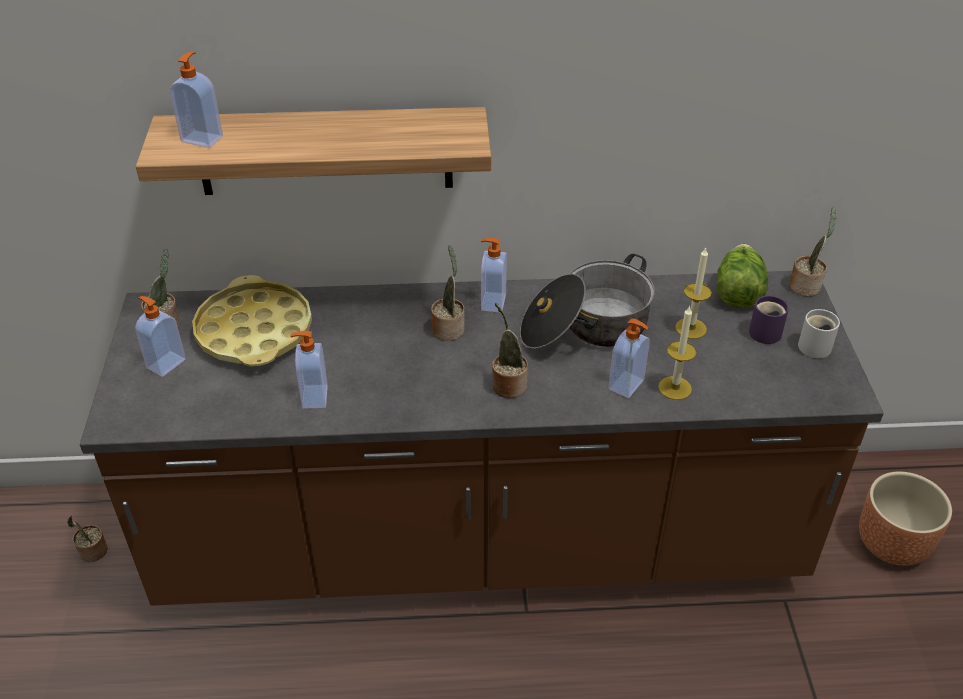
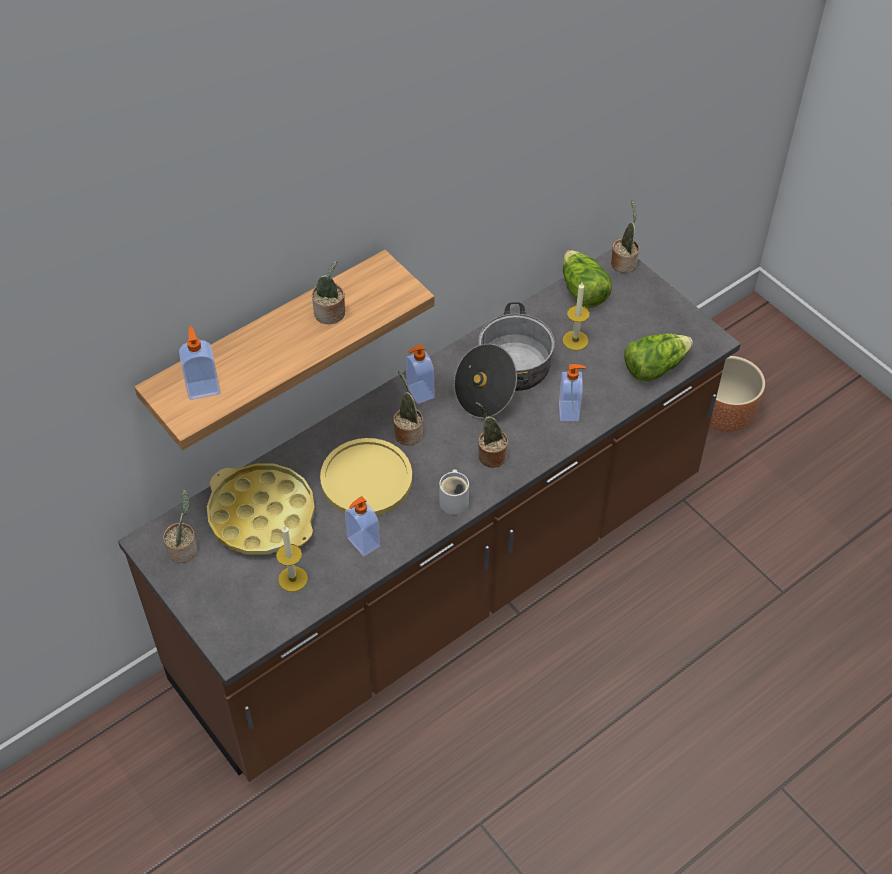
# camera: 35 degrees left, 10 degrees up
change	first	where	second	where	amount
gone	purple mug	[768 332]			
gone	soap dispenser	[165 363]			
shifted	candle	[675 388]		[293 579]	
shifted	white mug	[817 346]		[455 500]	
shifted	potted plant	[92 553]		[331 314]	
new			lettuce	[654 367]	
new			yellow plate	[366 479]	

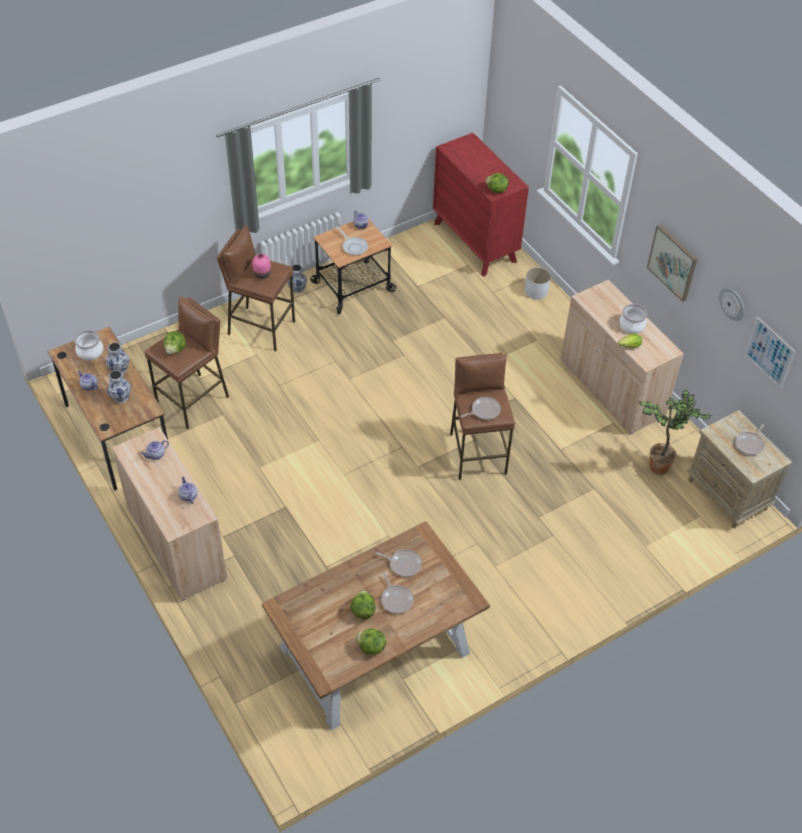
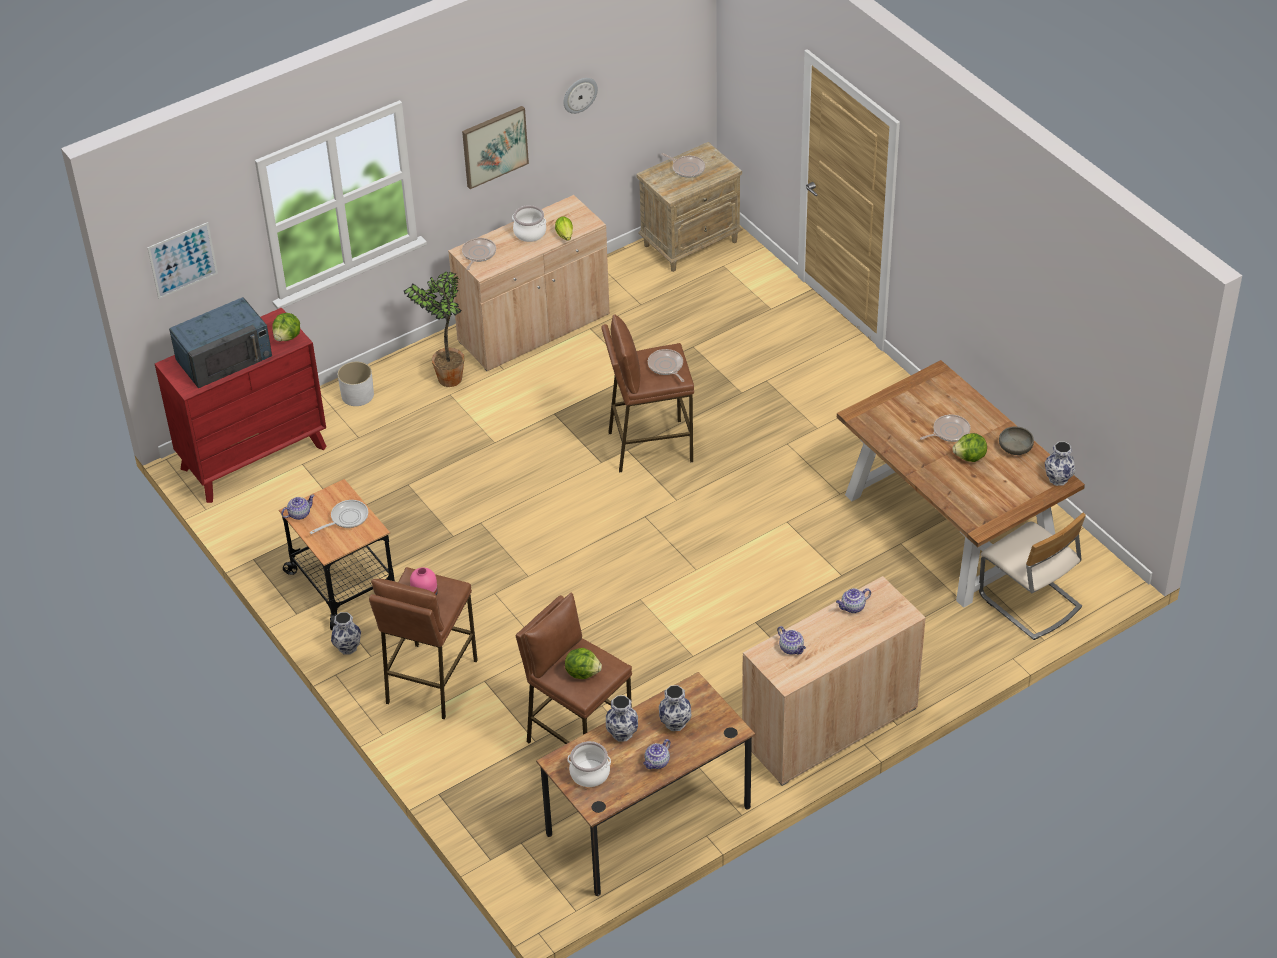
# camera: 90 degrees left, 5 degrees down
change	first	where	second	where	amount
shifted	picture	[769 352]		[182 260]	
shifted	potted plant	[661 466]		[448 377]	
shifted	frying pan	[403 564]		[478 254]	
swapped	lettuce	[371 647]	grey bowl	[1015 448]	
new			blue microwave	[224 357]	
new			vase	[1058 479]	
new			beige chair	[1029 602]	

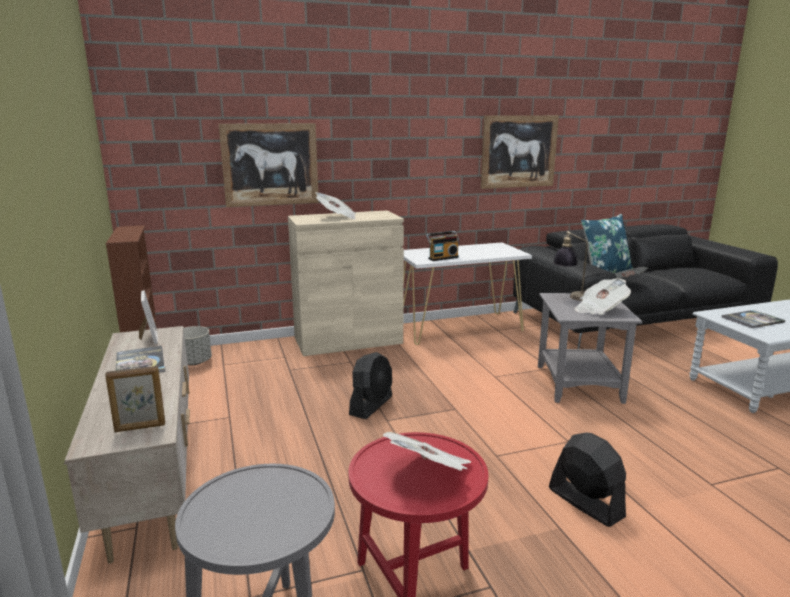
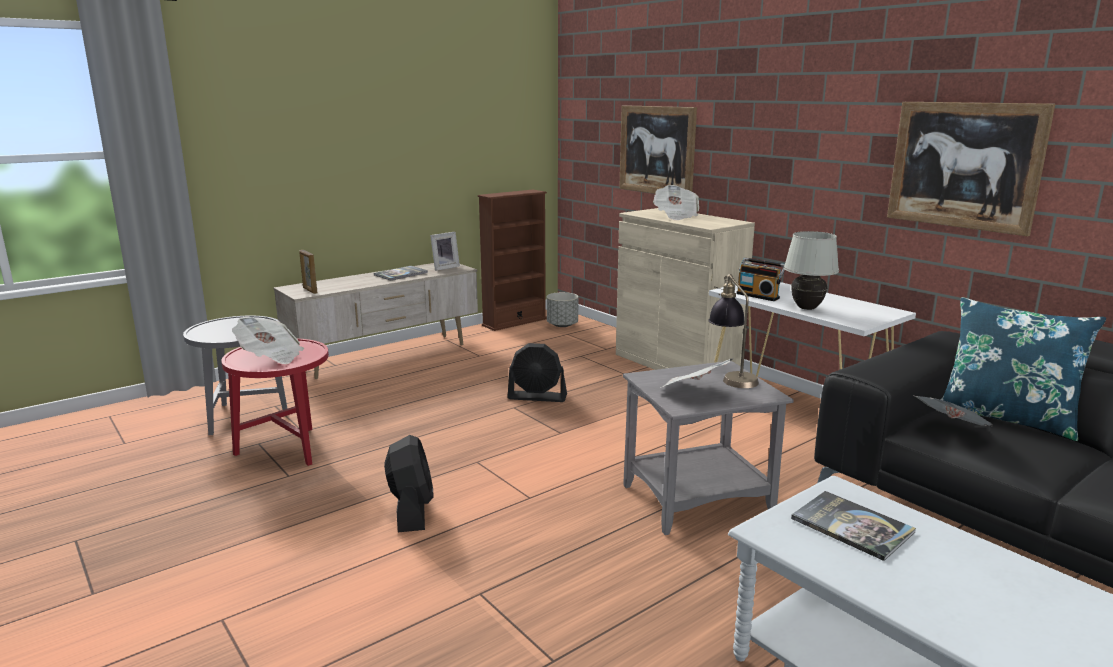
# camera: 70 degrees right, 0 degrees up
change	first	where	second	where	amount
rotated	black fan	[585 502]		[411 511]	45 degrees counterclockwise
new			white table lamp	[807 308]	

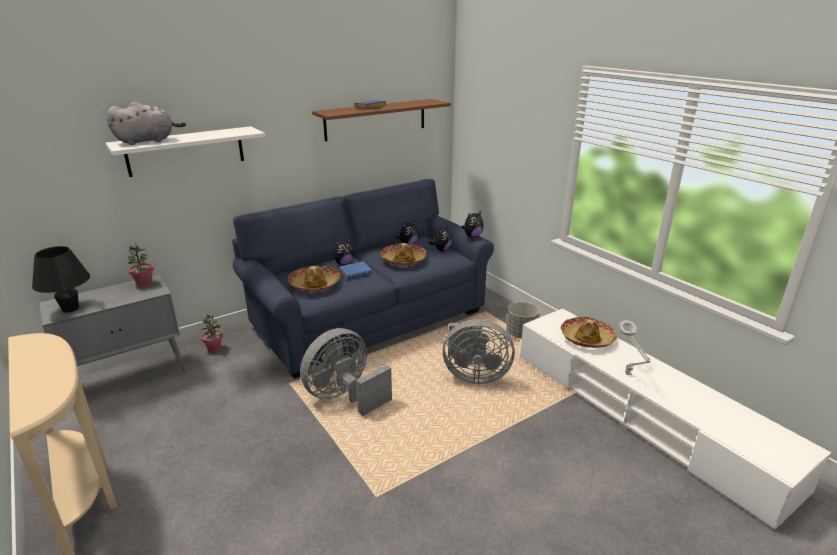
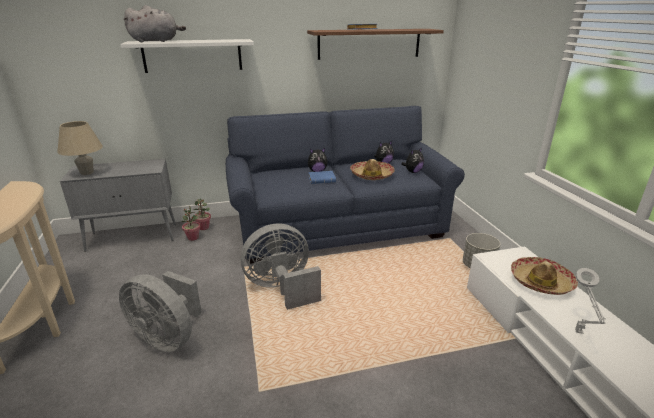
# camera: 20 degrees right, 0 degrees up
change	first	where	second	where	amount
gone	plush toy	[472 236]			
shifted	potted plant	[144 284]		[193 238]	
repainted	black table lamp	[70 308]	beige table lamp	[87 173]	
gone	hat	[314 284]			
shifted	grey fan	[474 375]		[168 337]	

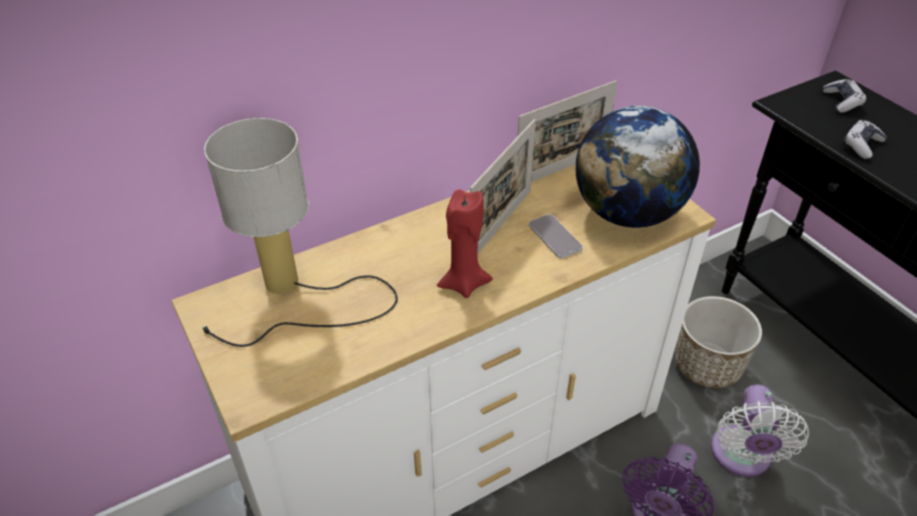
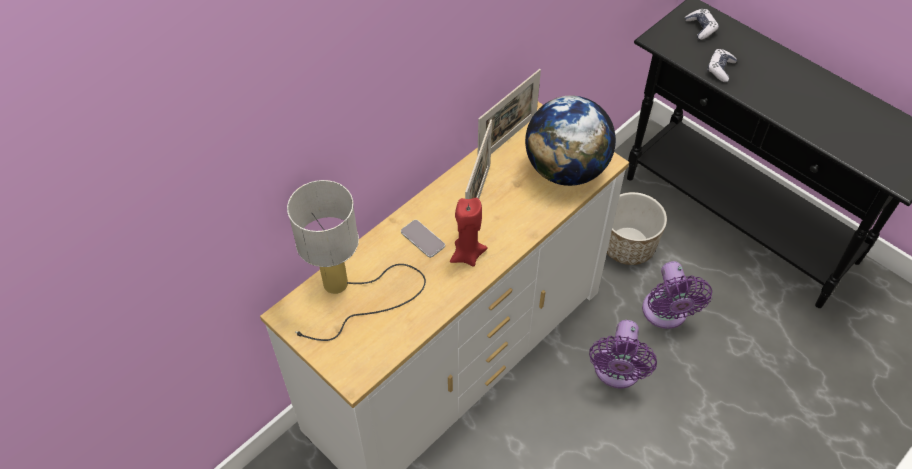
# camera: 15 degrees left, 10 degrees up
change	first	where	second	where	amount
shifted	phone	[555 237]		[422 239]	
repainted	white fan	[741 457]	purple fan	[665 314]	

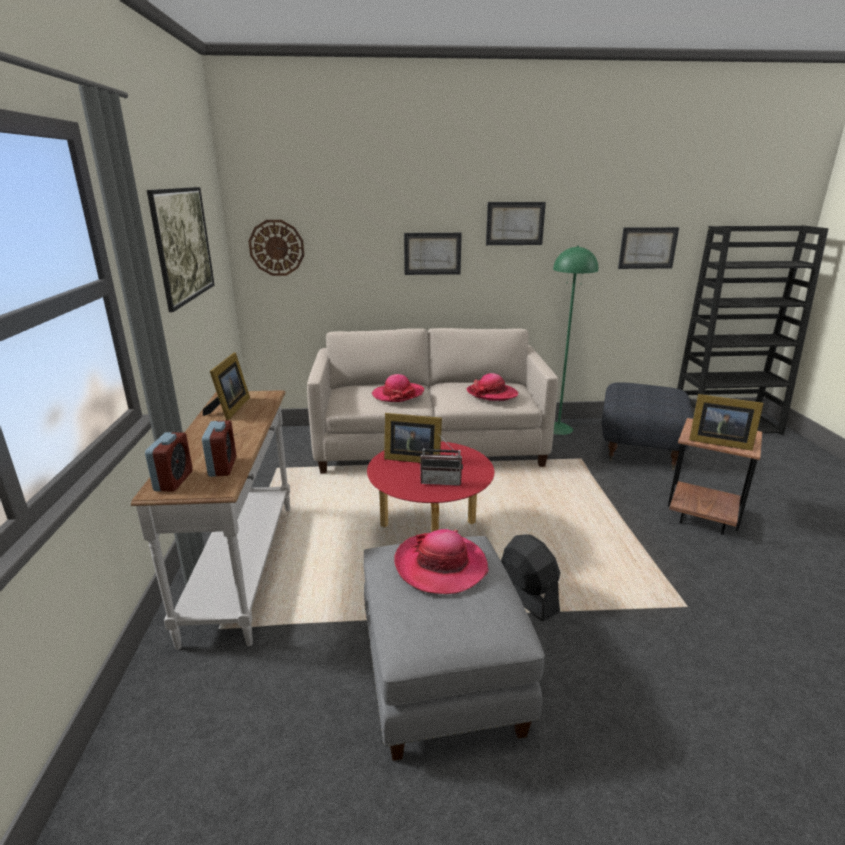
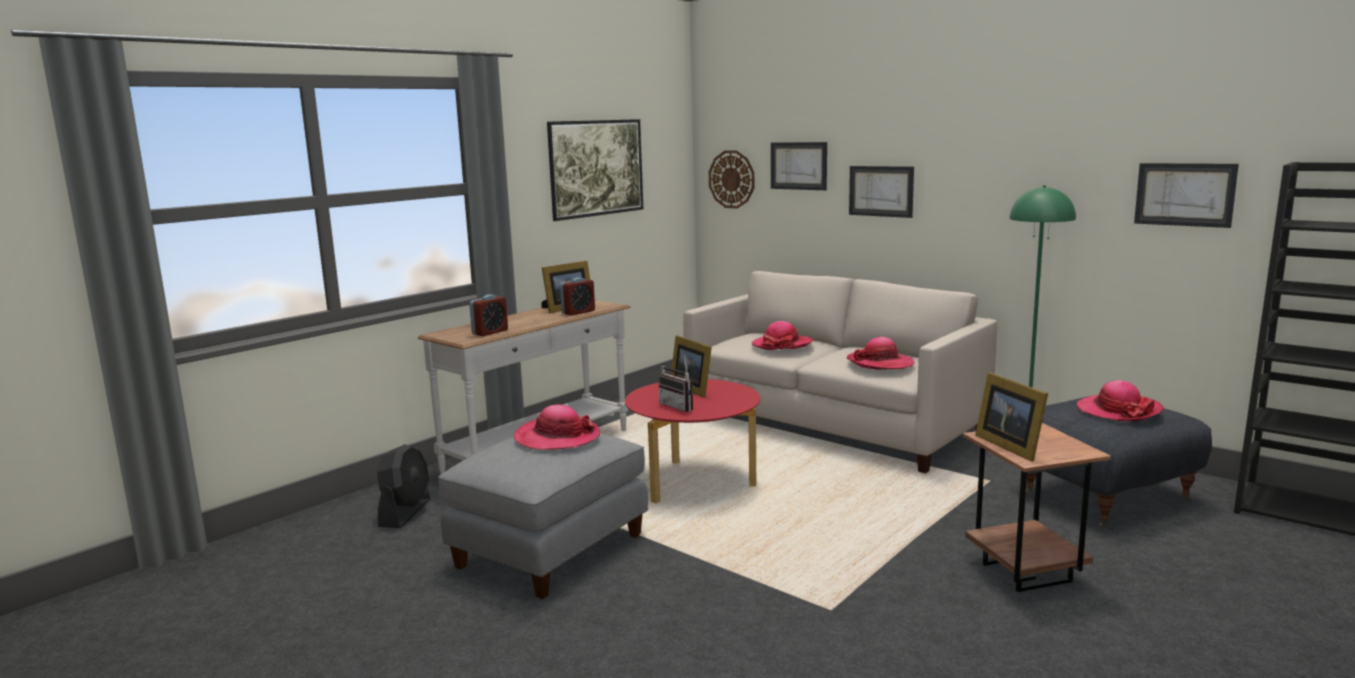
# camera: 45 degrees right, 10 degrees down
change	first	where	second	where	amount
shifted	picture	[515 223]		[798 166]	
shifted	alarm clock	[174 481]		[578 312]	
shifted	black fan	[525 597]		[405 513]	
new			hat	[1118 410]	

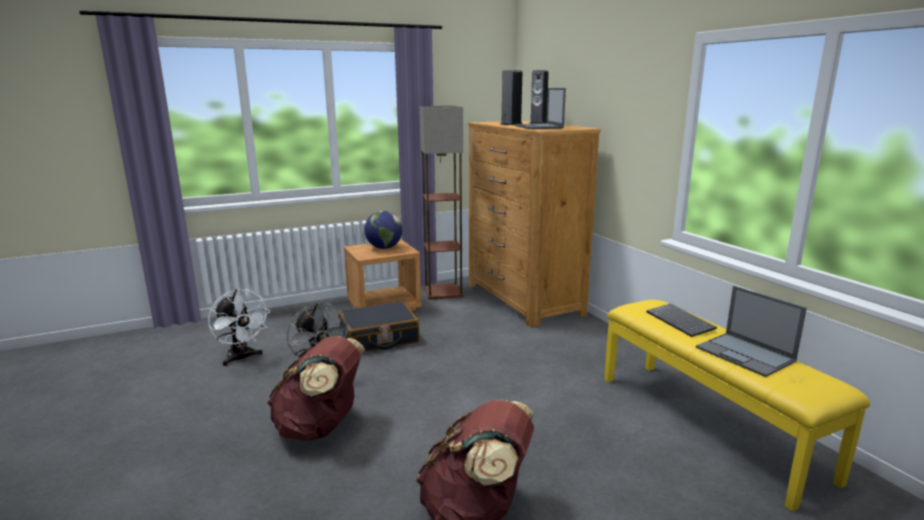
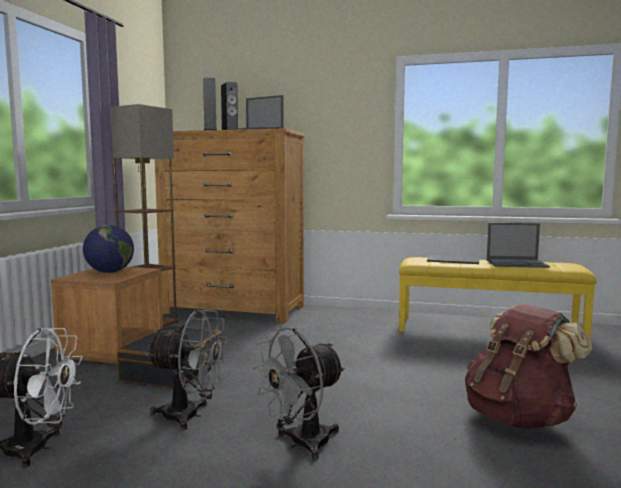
# camera: 50 degrees left, 10 degrees down
change	first	where	second	where	amount
swapped	brown backpack	[320 428]	grey fan	[301 444]	

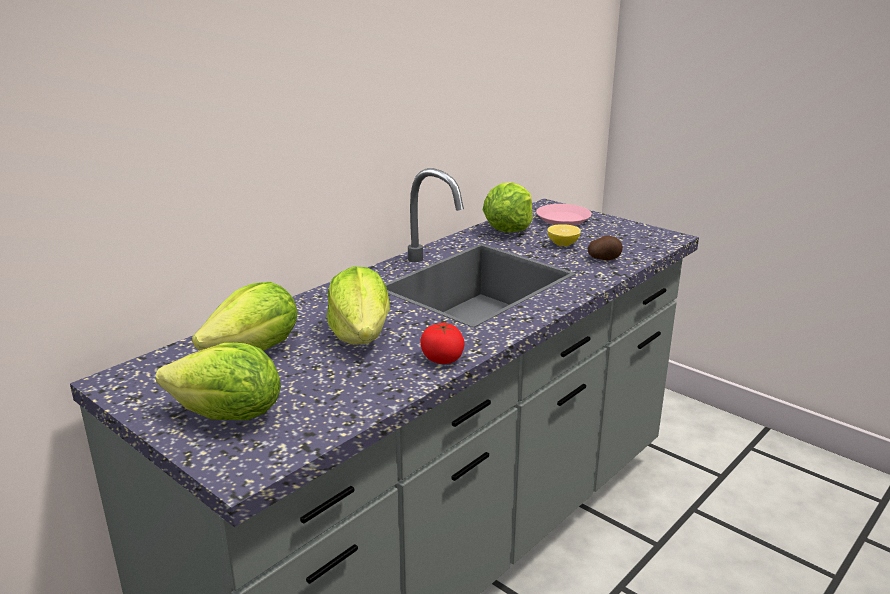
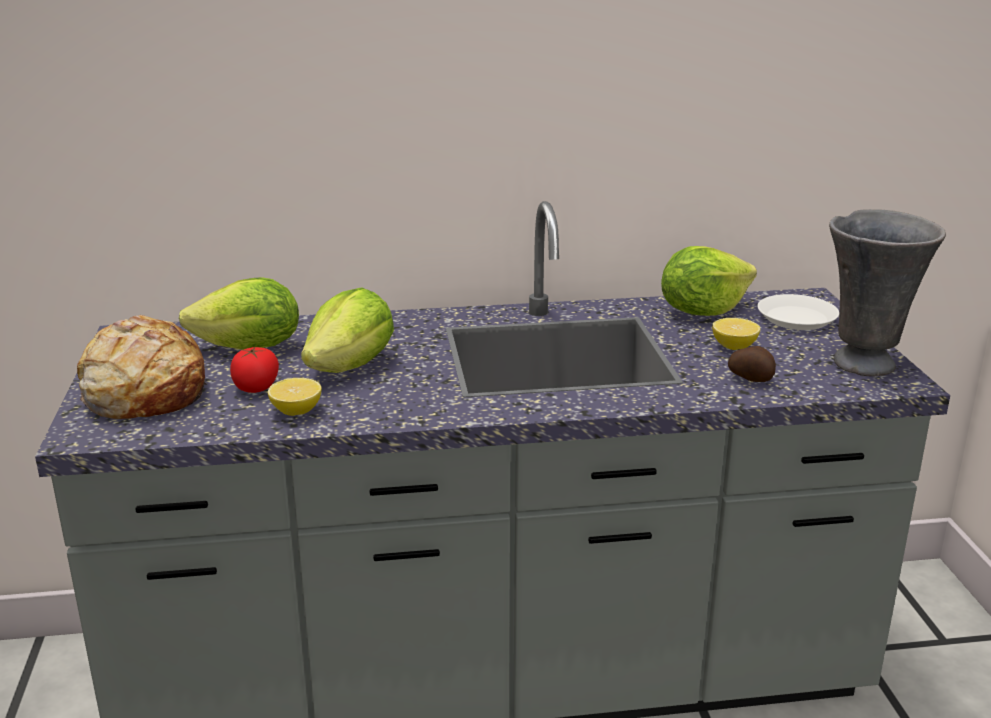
# camera: 40 degrees right, 0 degrees up
change	first	where	second	where	amount
repainted	pink plate	[563 219]	white plate	[796 318]	
shifted	tomato	[442 359]		[256 387]	
swapped	lettuce	[228 416]	bread	[144 391]	
new			grey vase	[865 363]	
new			lemon	[296 411]	

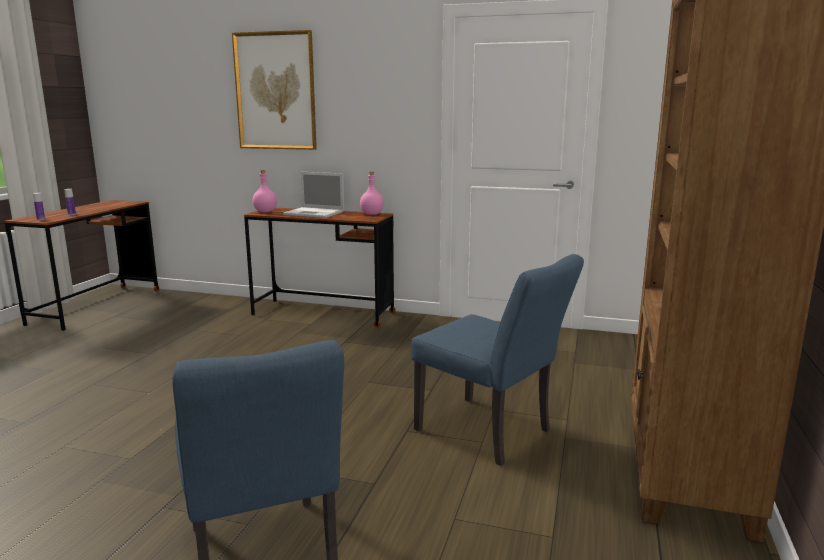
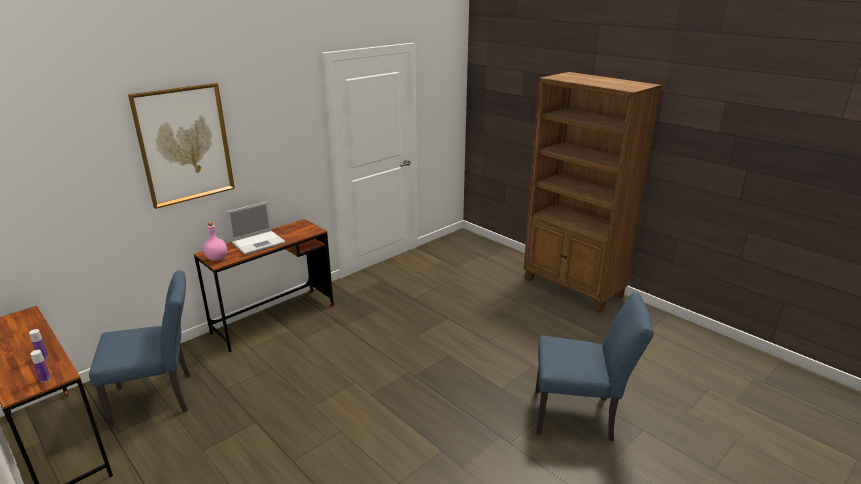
# camera: 60 degrees left, 10 degrees up
change	first	where	second	where	amount
gone	pink bottle	[372 214]			
shifted	blue chair	[491 433]		[160 398]	

